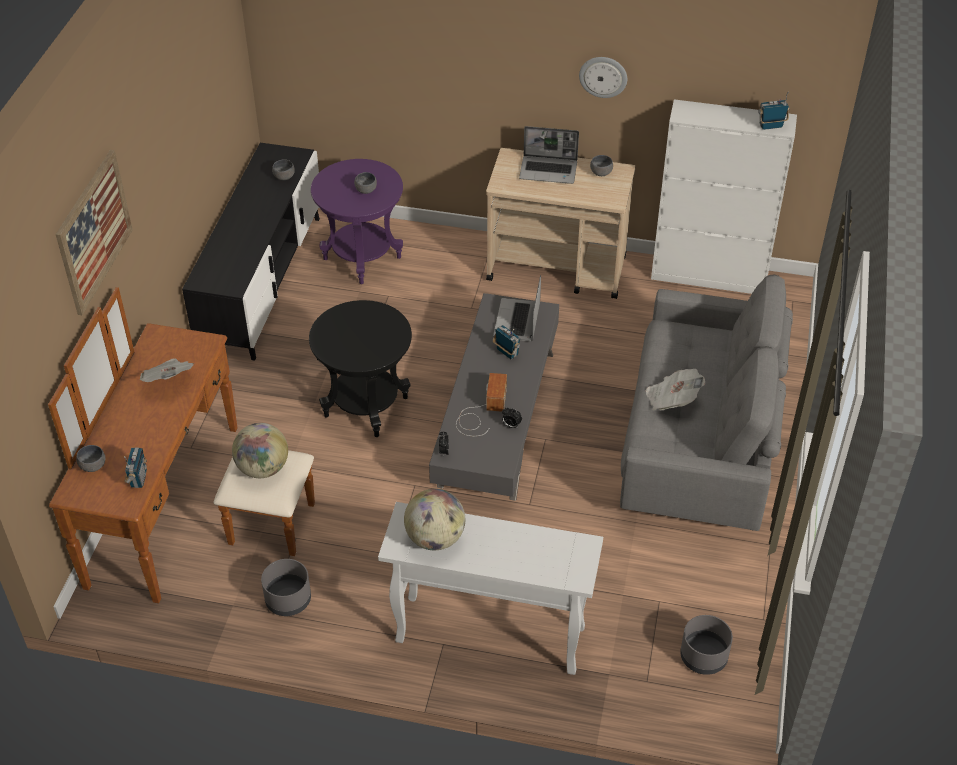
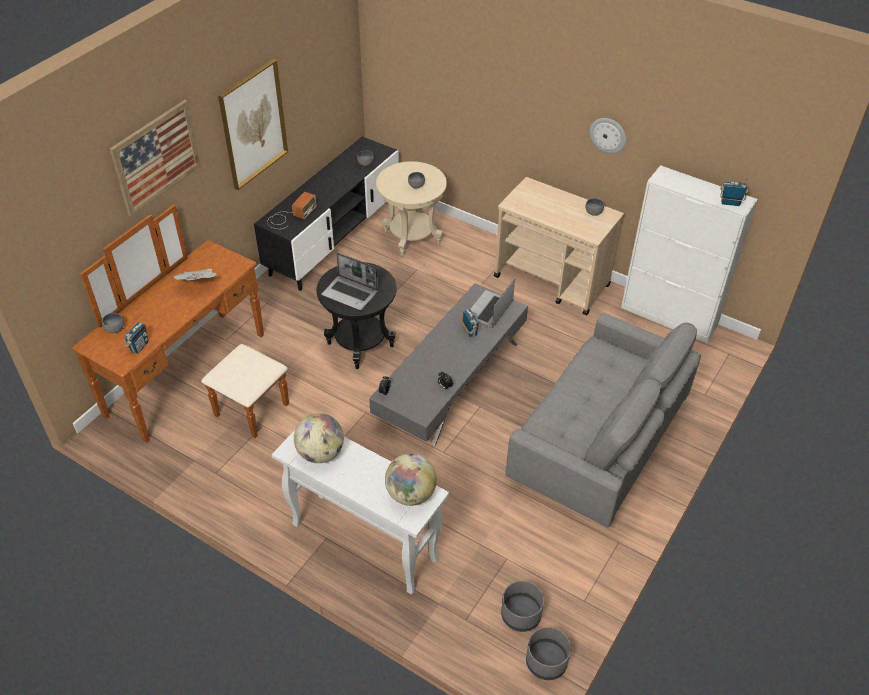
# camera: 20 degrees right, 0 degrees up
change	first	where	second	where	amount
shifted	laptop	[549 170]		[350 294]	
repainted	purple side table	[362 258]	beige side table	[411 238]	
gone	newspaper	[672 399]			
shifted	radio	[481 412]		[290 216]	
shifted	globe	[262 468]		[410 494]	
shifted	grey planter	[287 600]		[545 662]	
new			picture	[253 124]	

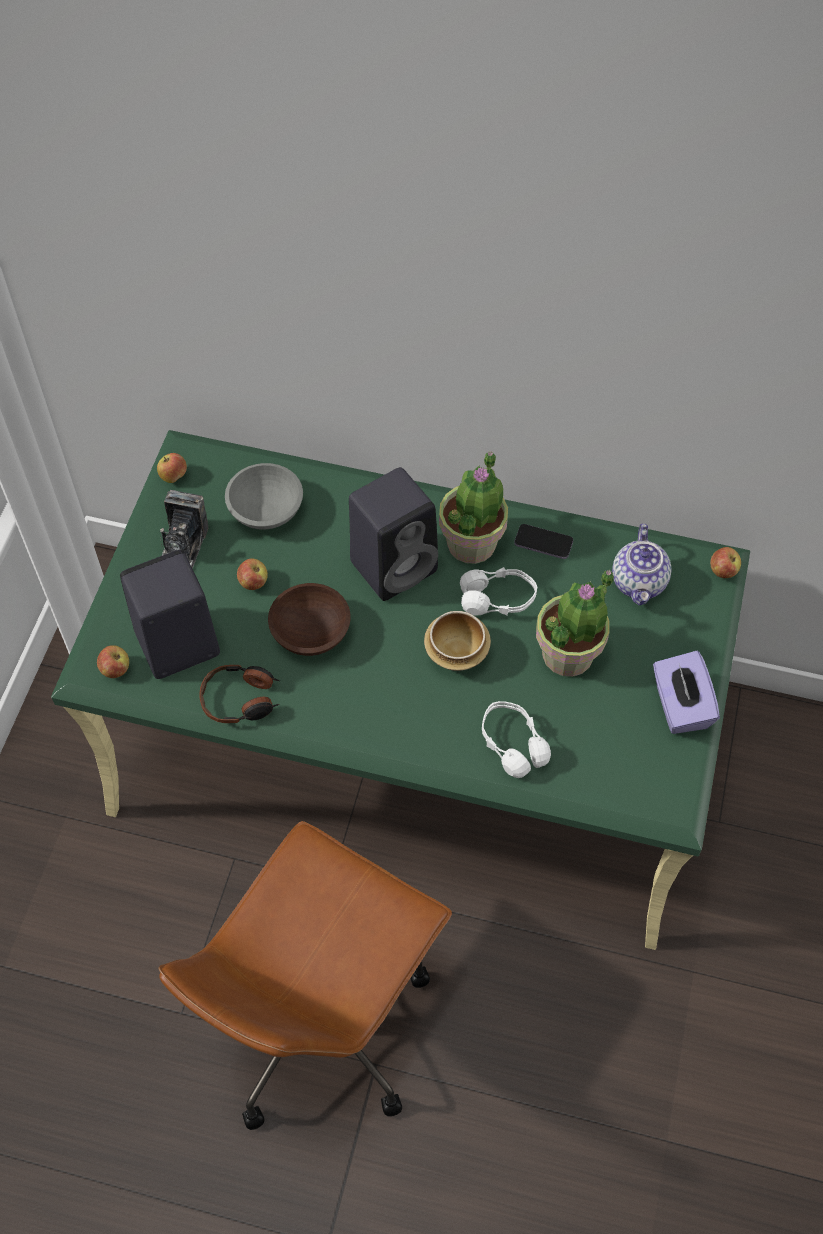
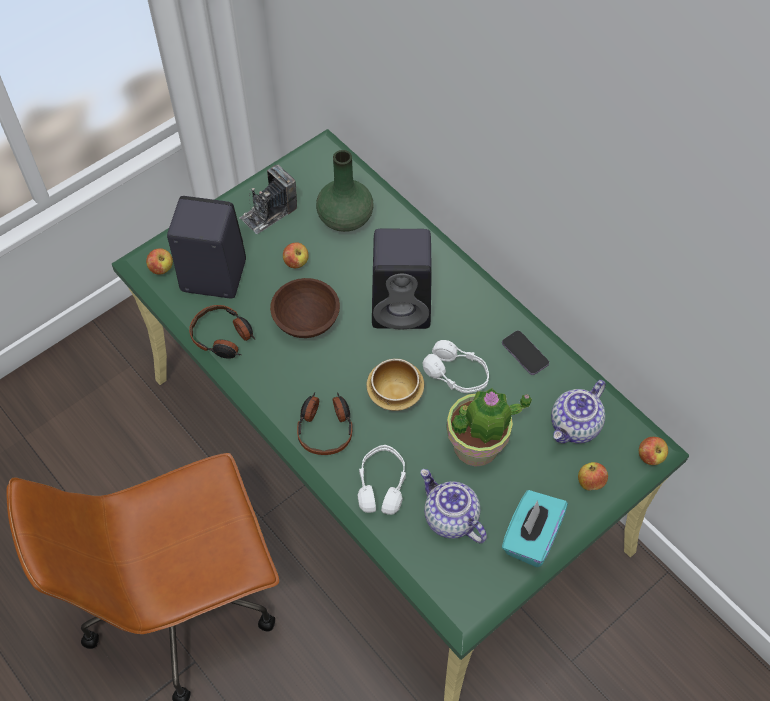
# camera: 35 degrees right, 0 degrees up
change	first	where	second	where	amount
gone	potted plant	[472 543]			
shifted	apple	[173 476]		[590 482]	
swapped	grey bowl	[267 509]	green vase	[346 218]	
repainted	purple tissue box	[680 706]	turquoise tissue box	[531 537]	
new			headphones	[325 427]	
new			teapot	[450 518]	

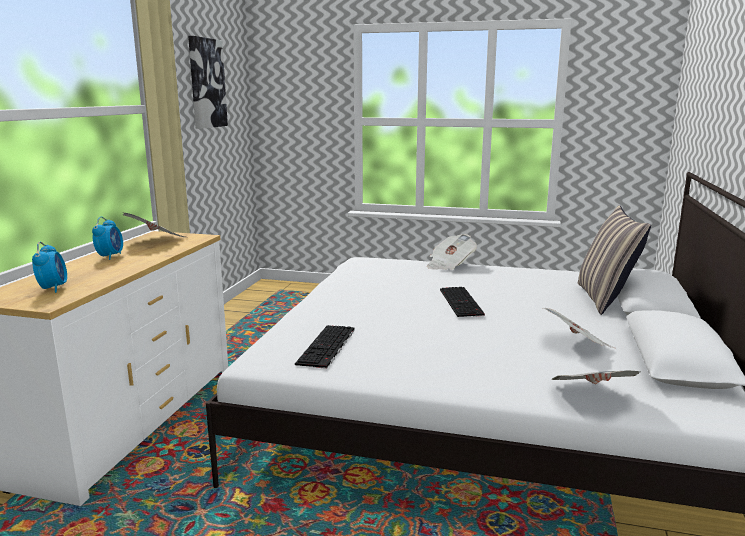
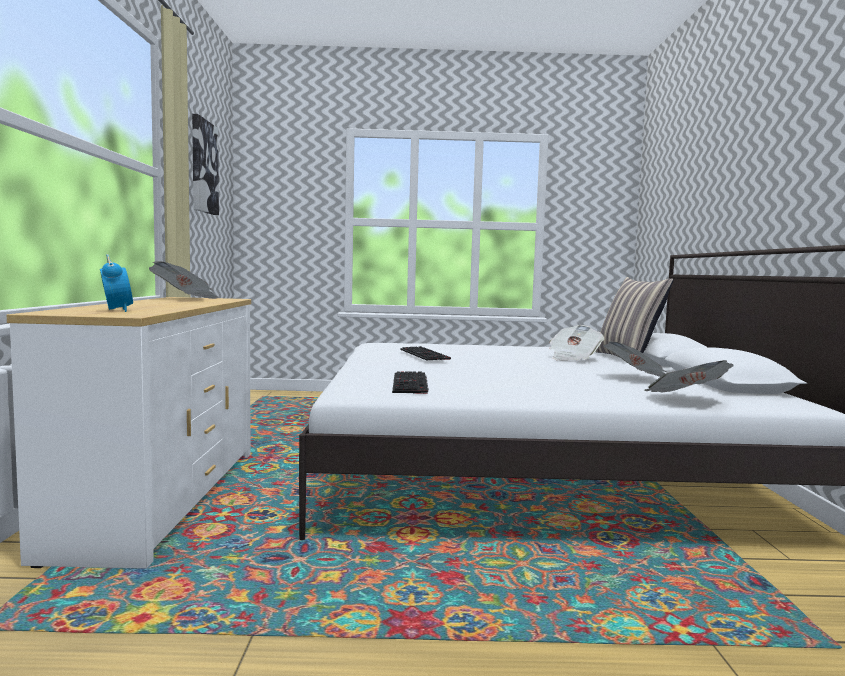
# camera: 15 degrees left, 10 degrees down
change	first	where	second	where	amount
gone	alarm clock	[110 256]			
shifted	newspaper	[449 265]		[573 358]	
shifted	keyboard	[462 302]		[425 354]	

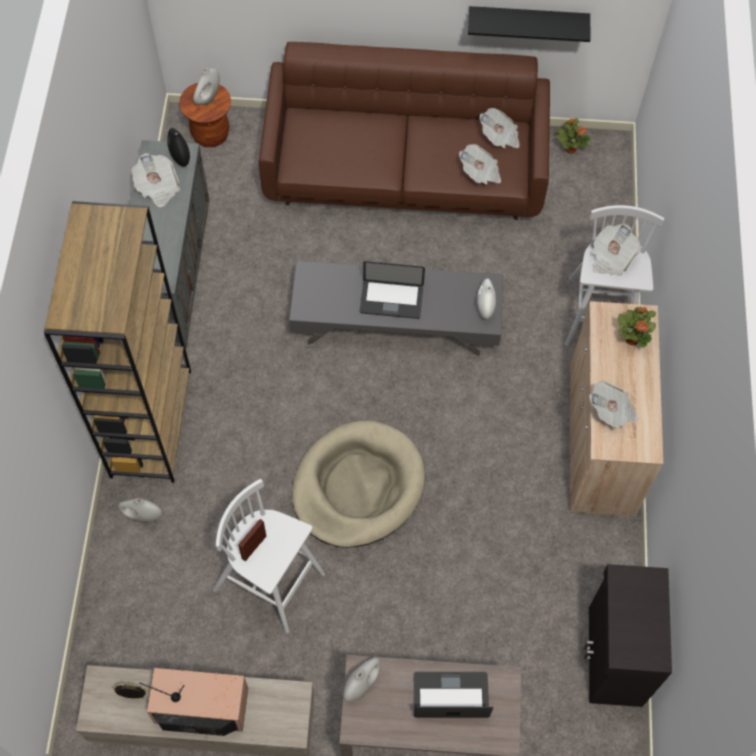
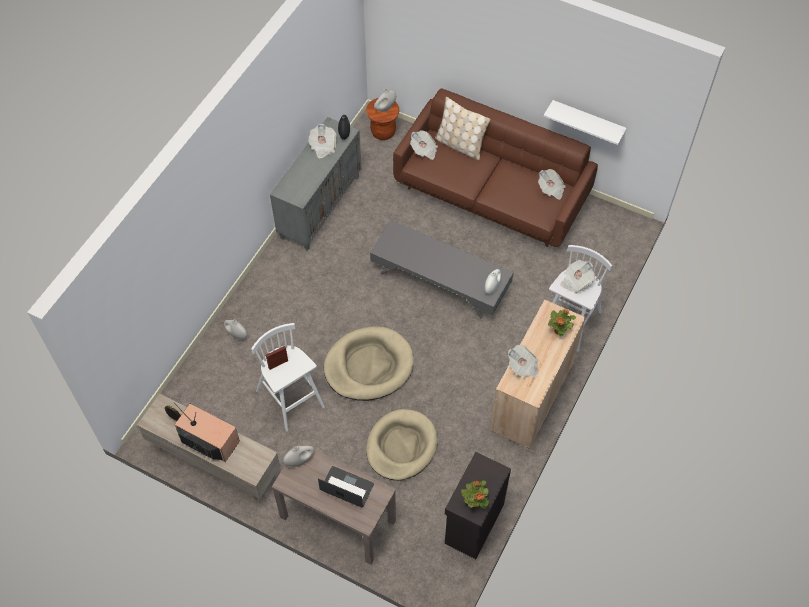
# camera: 25 degrees right, 5 degrees down
change	first	where	second	where	amount
repainted	black shelf	[527 21]	white shelf	[587 121]	
shifted	potted plant	[570 148]		[475 501]	
shifted	newspaper	[480 173]		[424 150]	
gone	brown bookcase	[150 422]			
gone	laptop	[391 300]			
new			beige pillow	[460 145]	
new			beige dog bed	[401 446]	

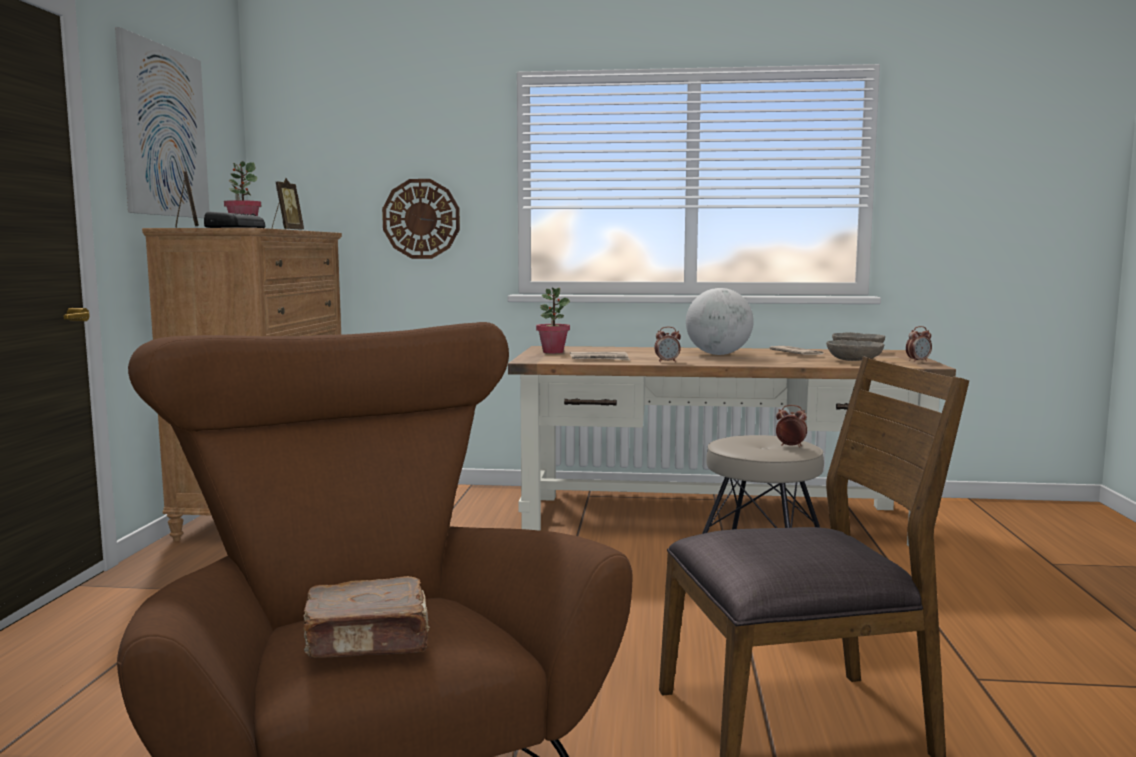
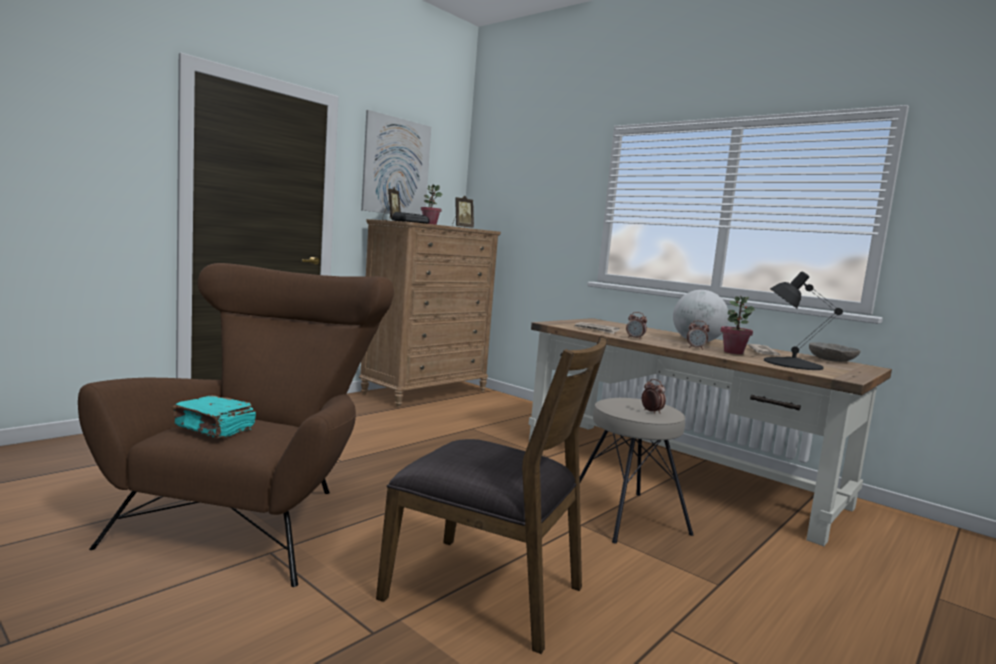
# camera: 35 degrees right, 0 degrees up
change	first	where	second	where	amount
gone	wall clock	[421 219]			
shifted	potted plant	[553 352]		[733 352]	
shifted	alarm clock	[918 361]		[696 348]	
swapped	grey bowl	[854 360]	black table lamp	[791 364]	
repainted	brown book	[369 641]	turquoise book	[215 429]	

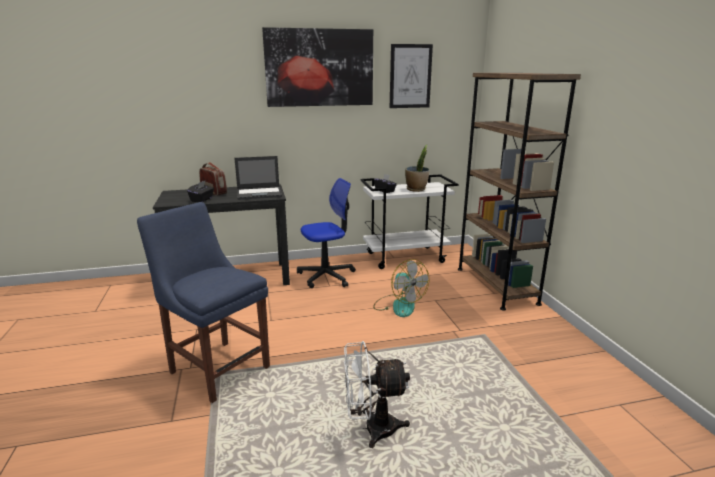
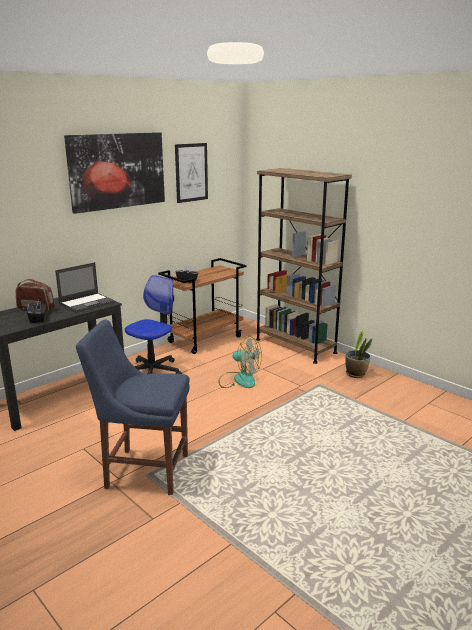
# camera: 30 degrees left, 0 degrees up
change	first	where	second	where	amount
shifted	potted plant	[416 189]		[356 374]	
repainted	white cart	[405 257]	brown cart	[205 339]	
gone	white fan	[371 429]			

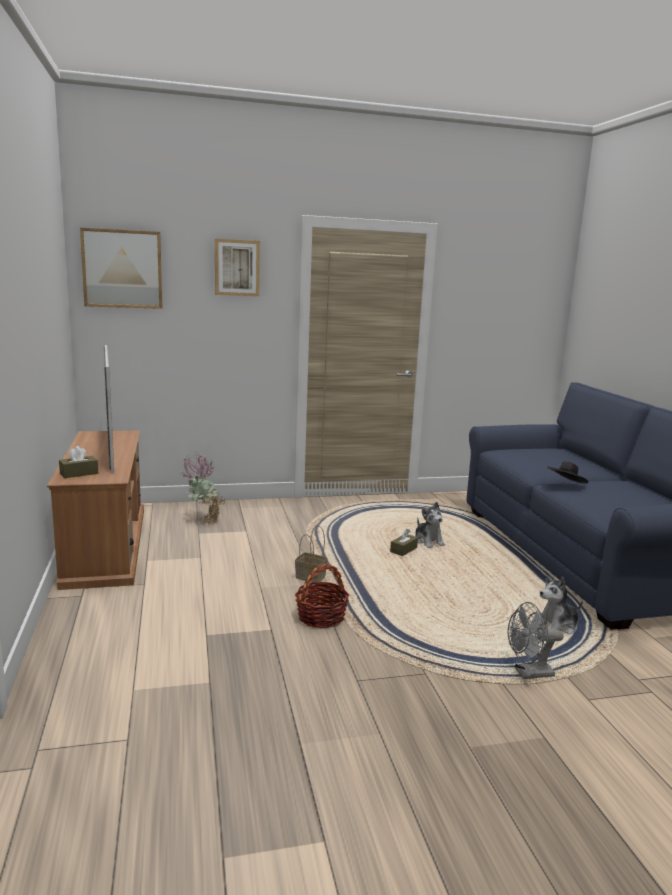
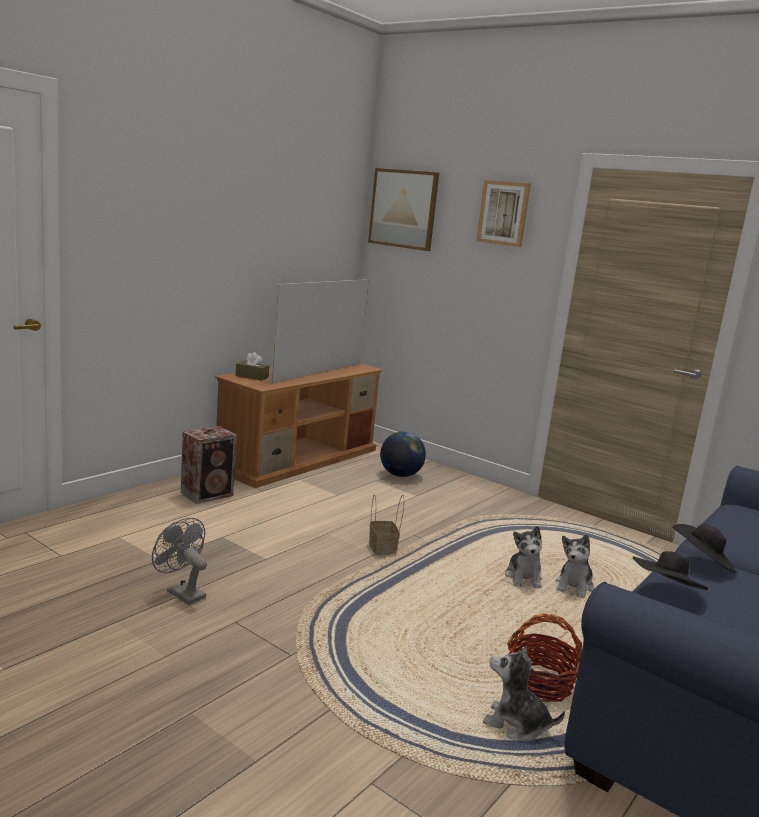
# camera: 50 degrees right, 0 degrees up
change	first	where	second	where	amount
swapped	potted plant	[203 521]	globe	[400 475]	
swapped	brown tissue box	[403 550]	plush toy	[523 578]	
shifted	basket	[321 617]		[540 683]	
shifted	grey fan	[528 673]		[181 593]	
new			speaker	[208 494]	
new			black hat	[665 592]	

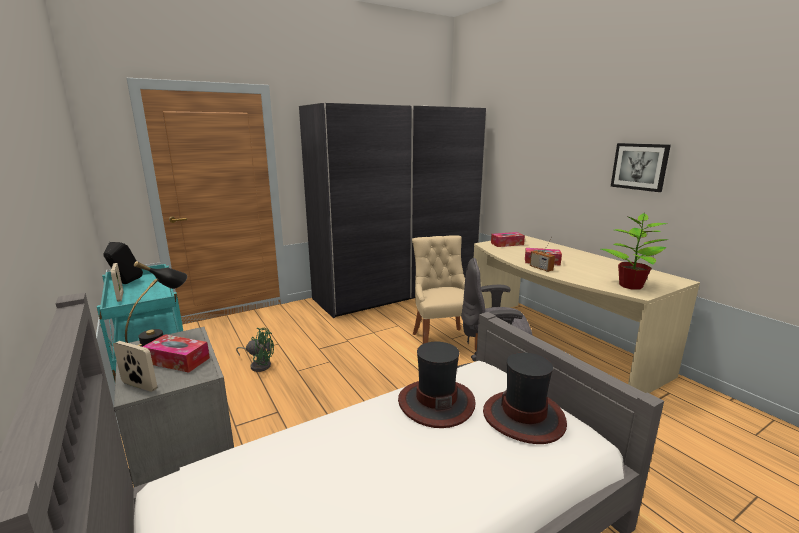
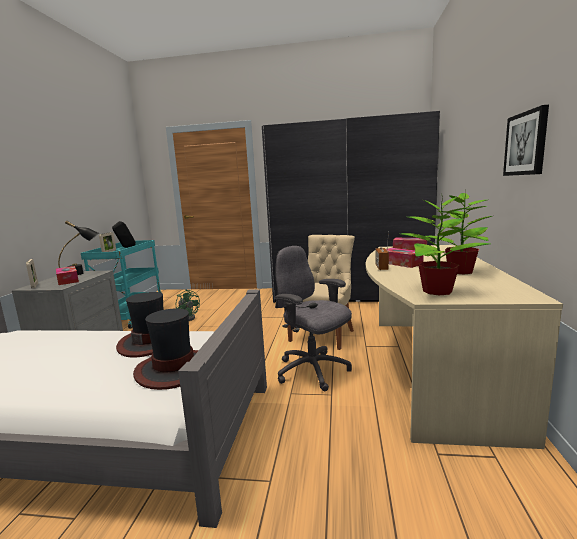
# camera: 40 degrees right, 5 degrees down
change	first	where	second	where	amount
new			potted plant	[460 271]	

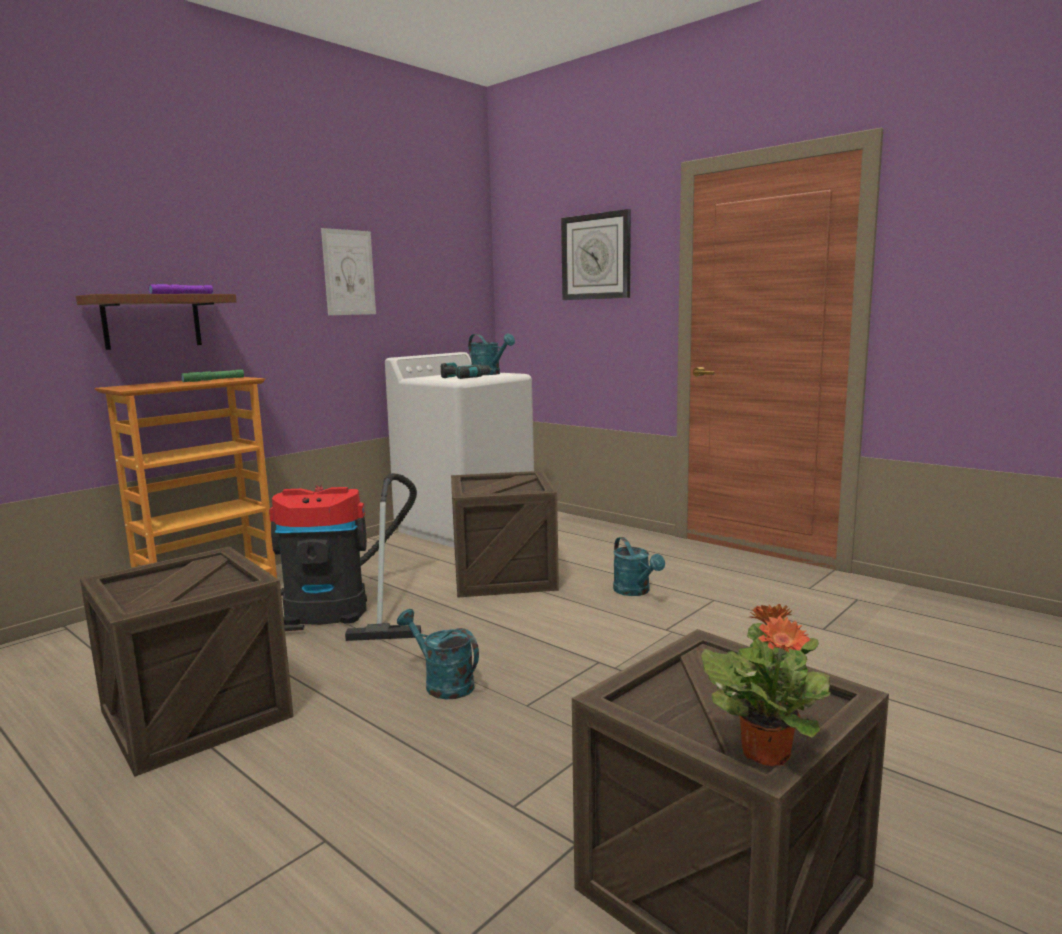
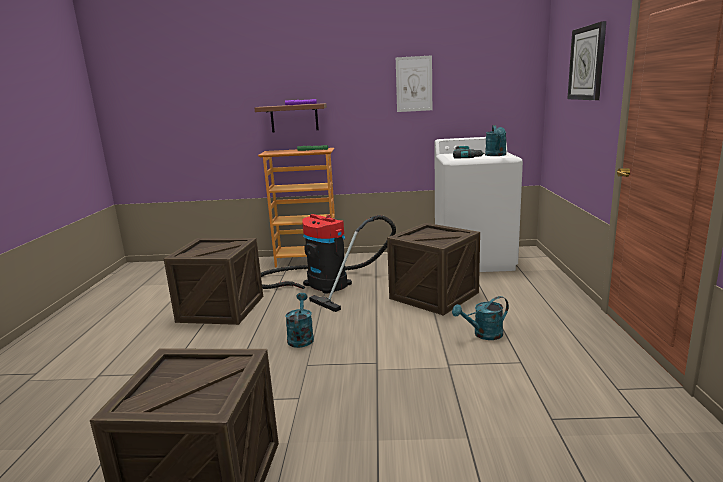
# camera: 50 degrees right, 5 degrees up
change	first	where	second	where	amount
rotated	turquoise watering can	[635 591]		[483 335]	45 degrees clockwise
gone	potted plant	[766 752]			

